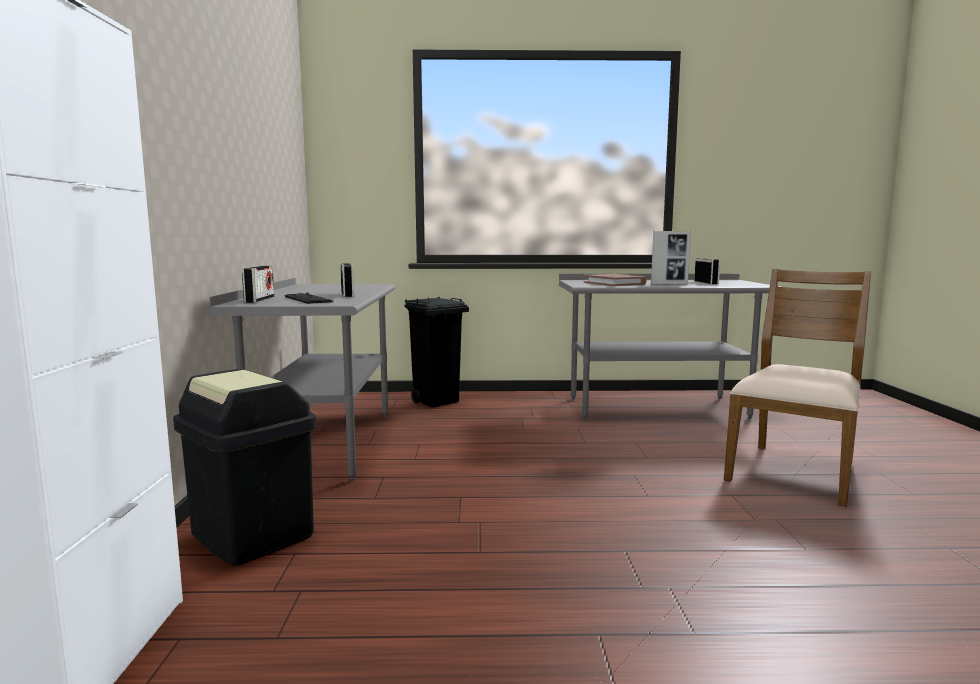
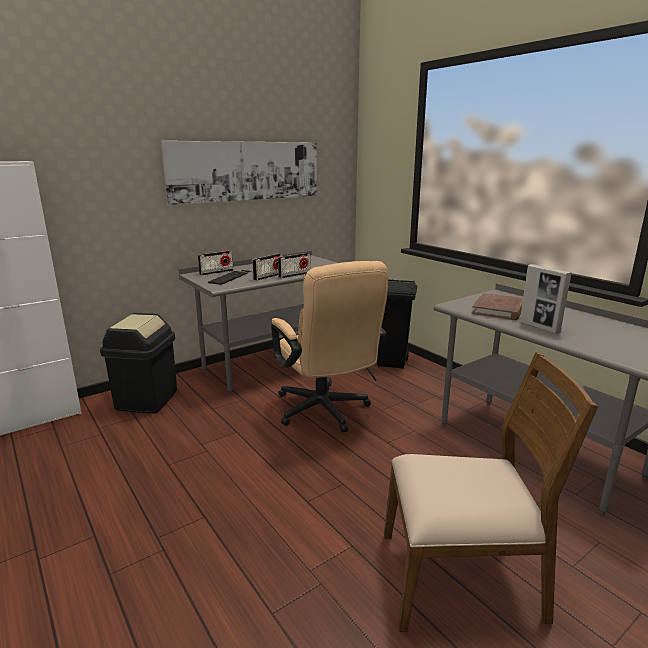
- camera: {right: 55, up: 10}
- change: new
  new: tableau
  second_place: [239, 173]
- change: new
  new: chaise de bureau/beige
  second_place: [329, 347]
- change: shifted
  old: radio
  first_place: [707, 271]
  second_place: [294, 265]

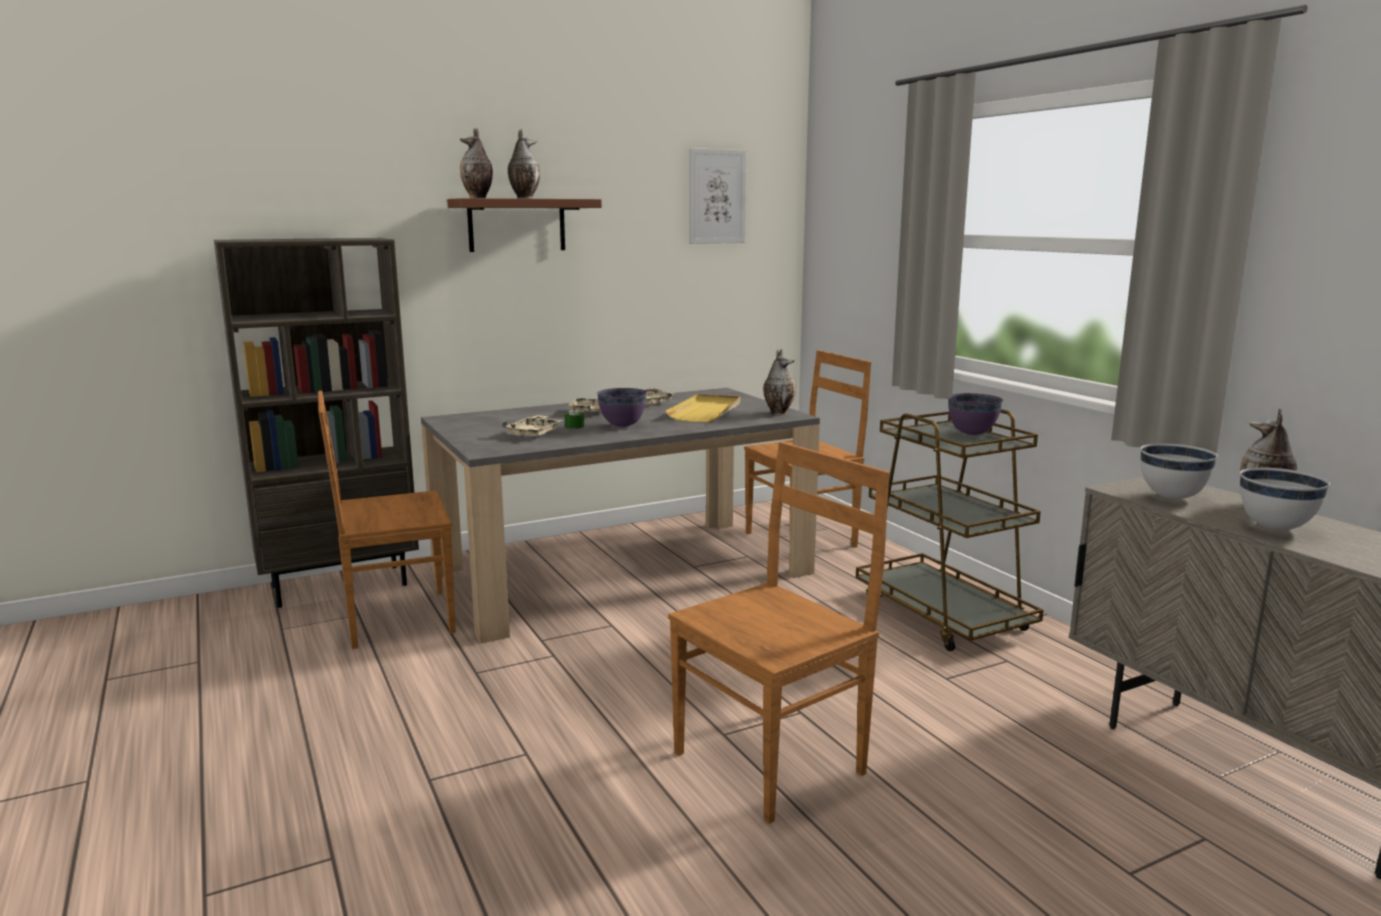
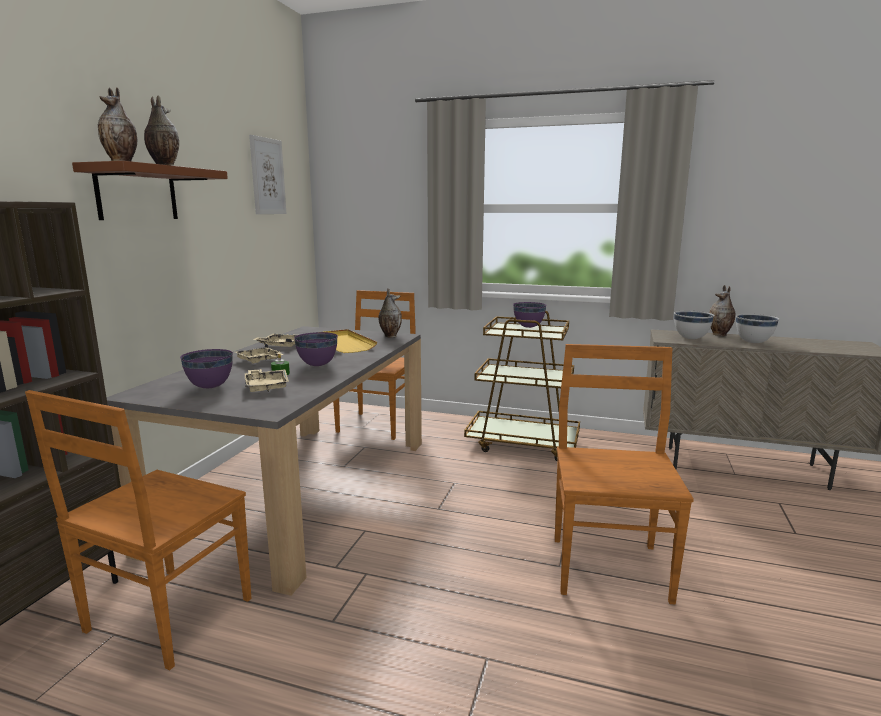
- camera: {right: -45, up: 0}
- change: new
  new: bol/violet
  second_place: [206, 368]

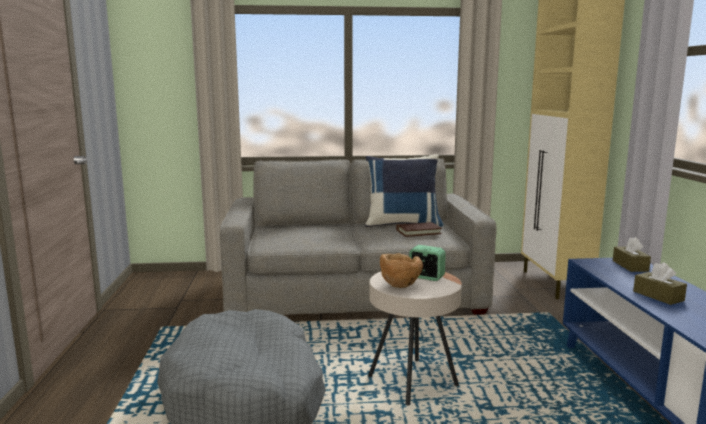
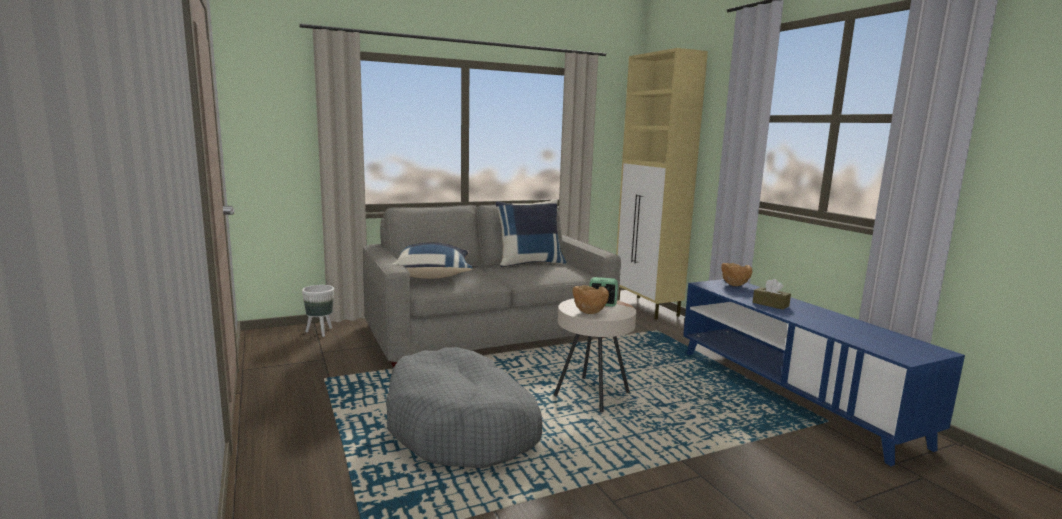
- camera: {right: -20, up: 0}
- change: gone
  old: livre/marron
  first_place: [419, 229]
- change: new
  new: cache-pot/blanc
  second_place: [318, 311]
- change: new
  new: coussin/bleu
  second_place: [432, 261]
- change: swapped
  old: boîte à mouchoirs/marron
  new: bol/marron
  first_place: [632, 254]
  second_place: [736, 274]

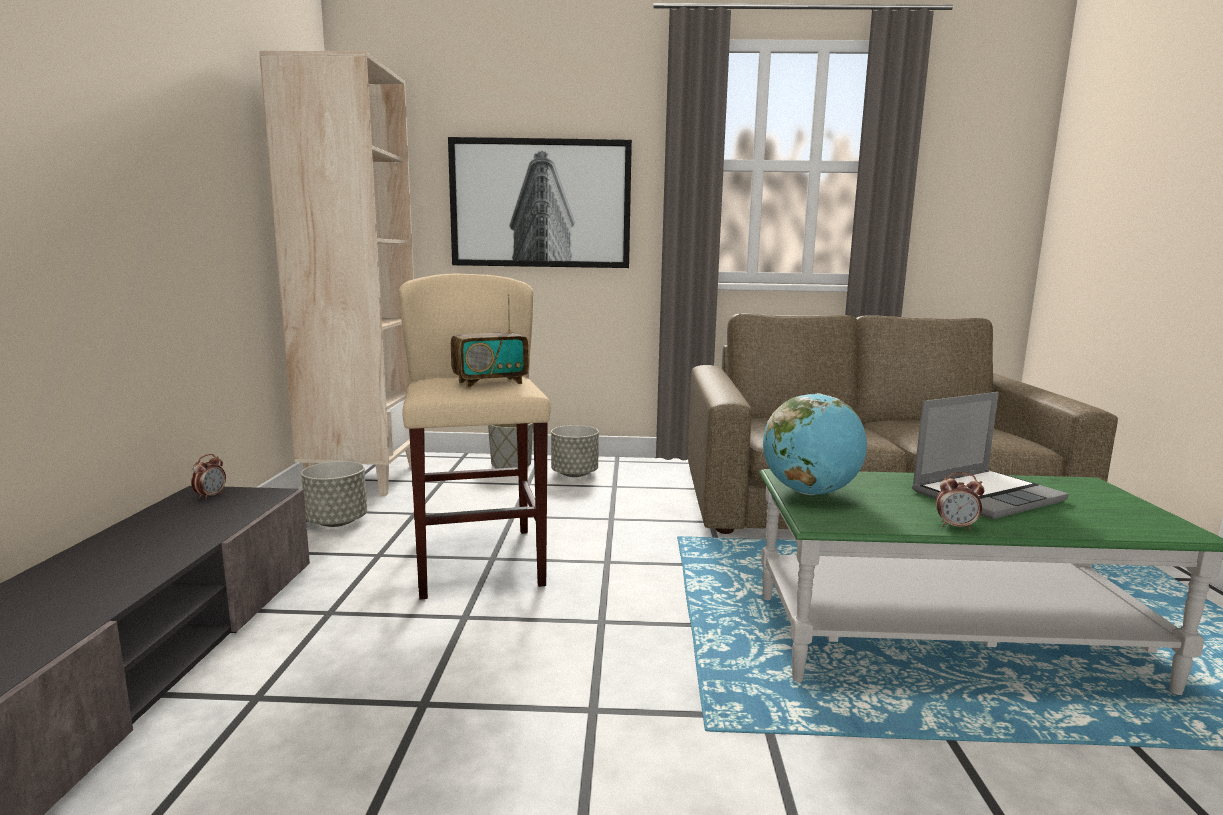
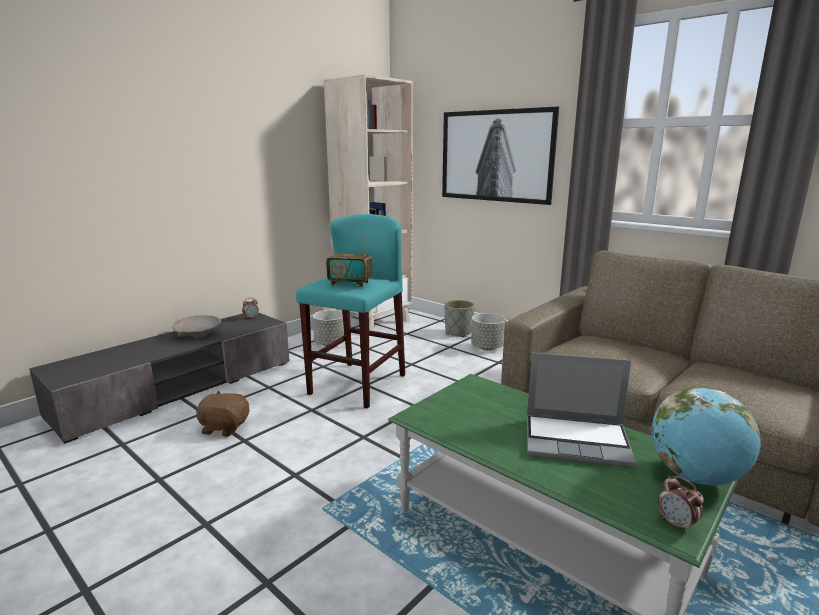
- camera: {right: 40, up: 5}
- change: new
  new: bol/beige
  second_place: [196, 326]
- change: new
  new: peluche/marron
  second_place: [222, 414]
- change: shifted
  old: globe
  first_place: [815, 444]
  second_place: [706, 436]
- change: shifted
  old: réveil
  first_place: [960, 501]
  second_place: [681, 504]
- change: repainted
  old: tabouret/beige
  new: tabouret/turquoise
  first_place: [475, 437]
  second_place: [350, 311]

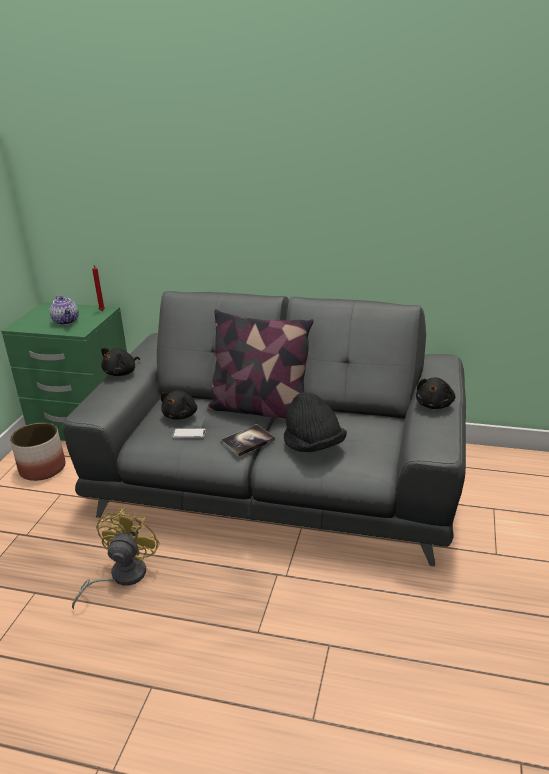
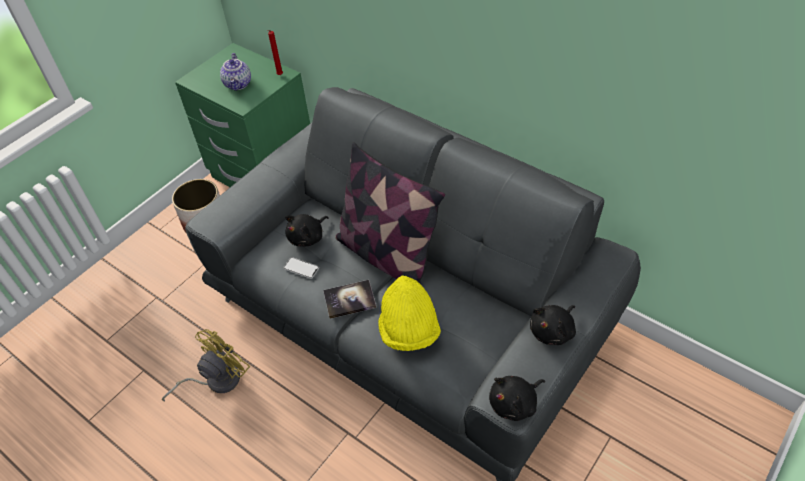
- camera: {right: 25, up: 20}
- change: shifted
  old: peluche/noir
  first_place: [120, 362]
  second_place: [517, 398]
- change: repainted
  old: chapeau/noir
  new: chapeau/jaune
  first_place: [315, 422]
  second_place: [409, 313]

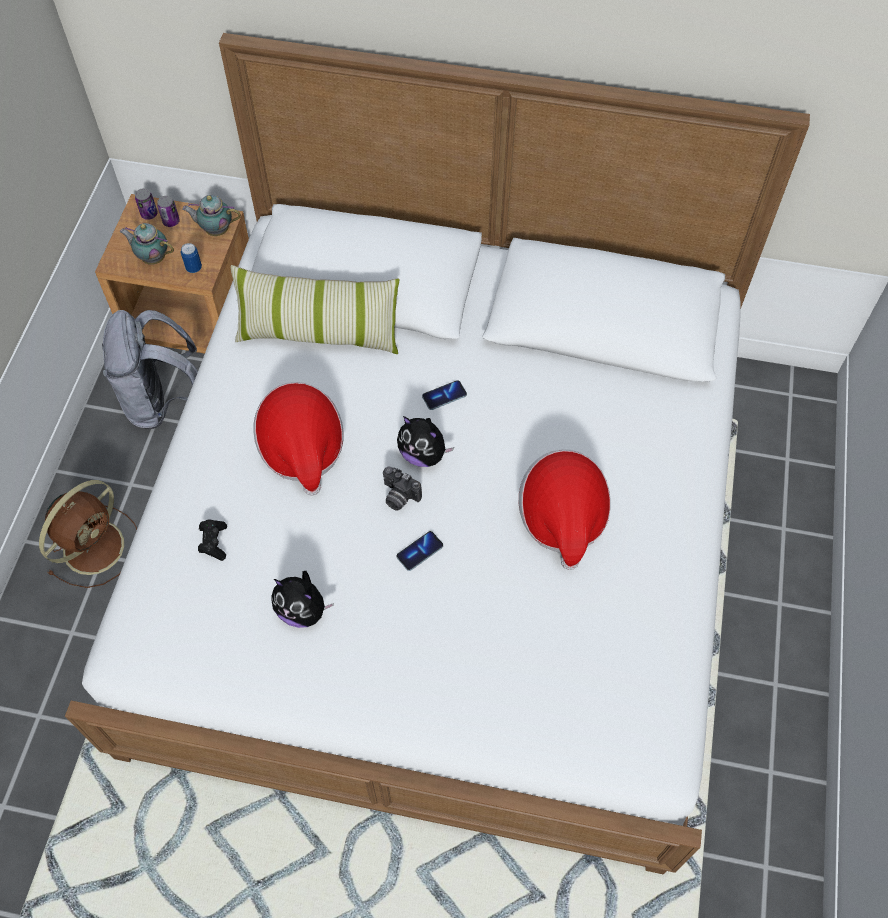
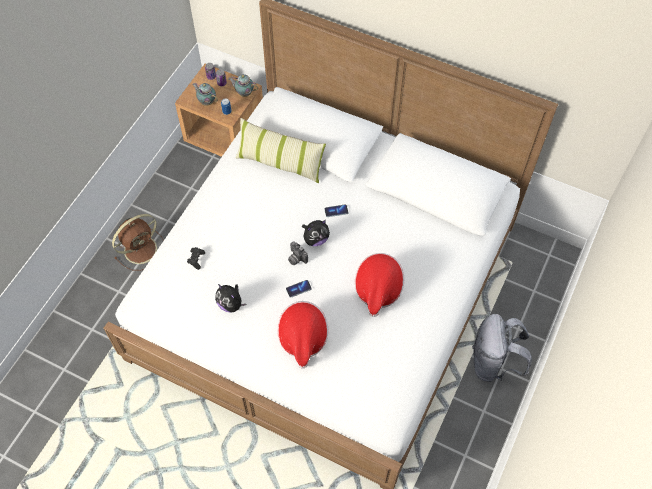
- camera: {right: 15, up: 0}
- change: shifted
  old: sac à dos/gris
  first_place: [150, 369]
  second_place: [502, 348]
- change: shifted
  old: chapeau
  first_place: [298, 439]
  second_place: [302, 334]
- change: rotated
  old: peluche
  first_place: [425, 441]
  second_place: [316, 233]
  degrees: -75

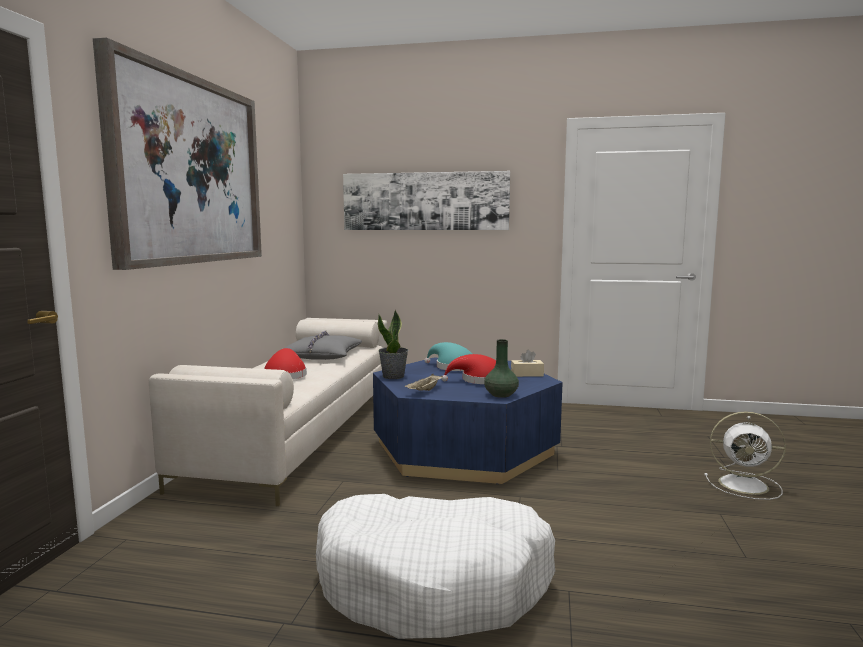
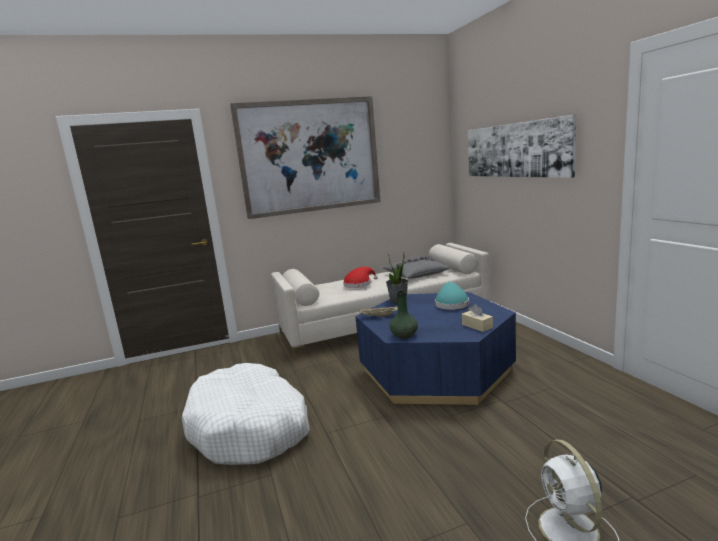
- camera: {right: 60, up: 5}
- change: gone
  old: chapeau/rouge
  first_place: [468, 369]

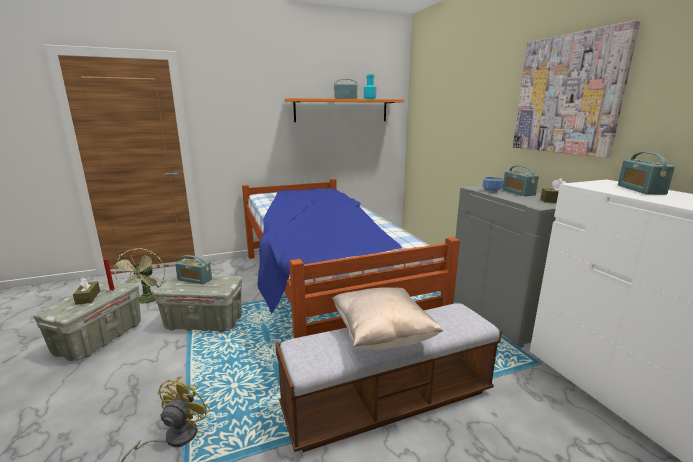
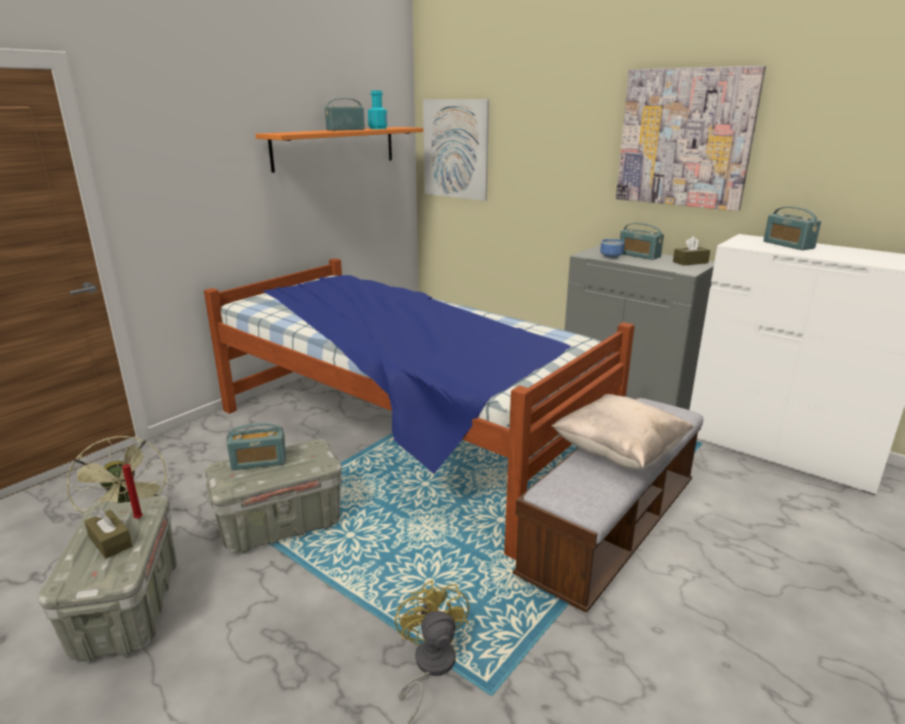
- camera: {right: -30, up: 5}
- change: new
  new: tableau
  second_place: [456, 150]

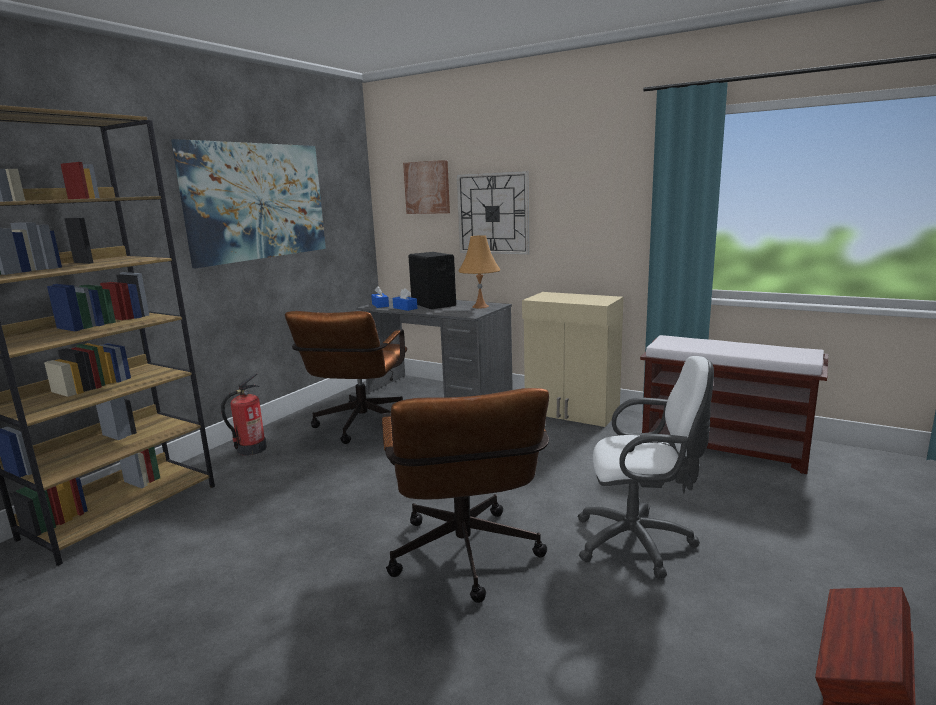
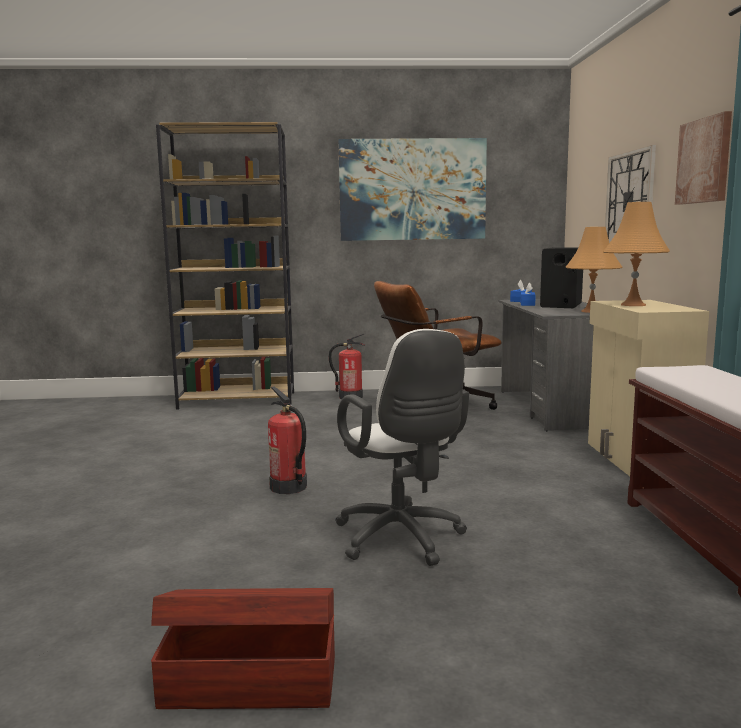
- camera: {right: 55, up: -5}
- change: new
  new: lampe de table/orange
  second_place: [636, 254]
- change: shifted
  old: tableau
  first_place: [426, 187]
  second_place: [703, 158]
- change: swapped
  old: chaise de bureau/marron
  new: extincteur
  first_place: [465, 495]
  second_place: [287, 440]

